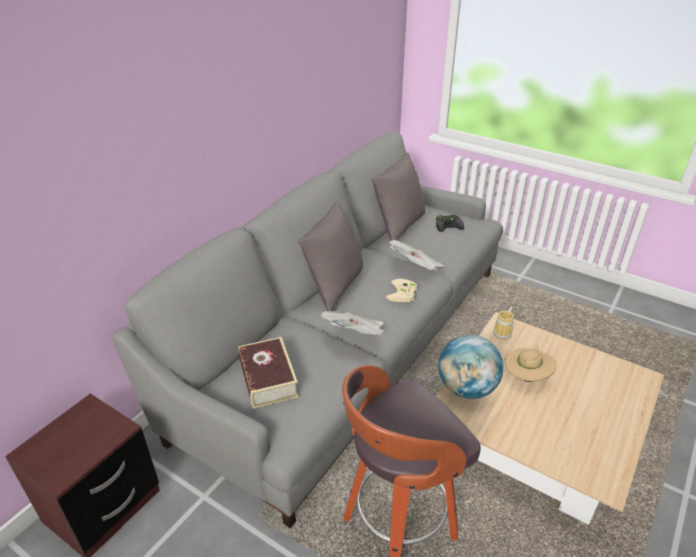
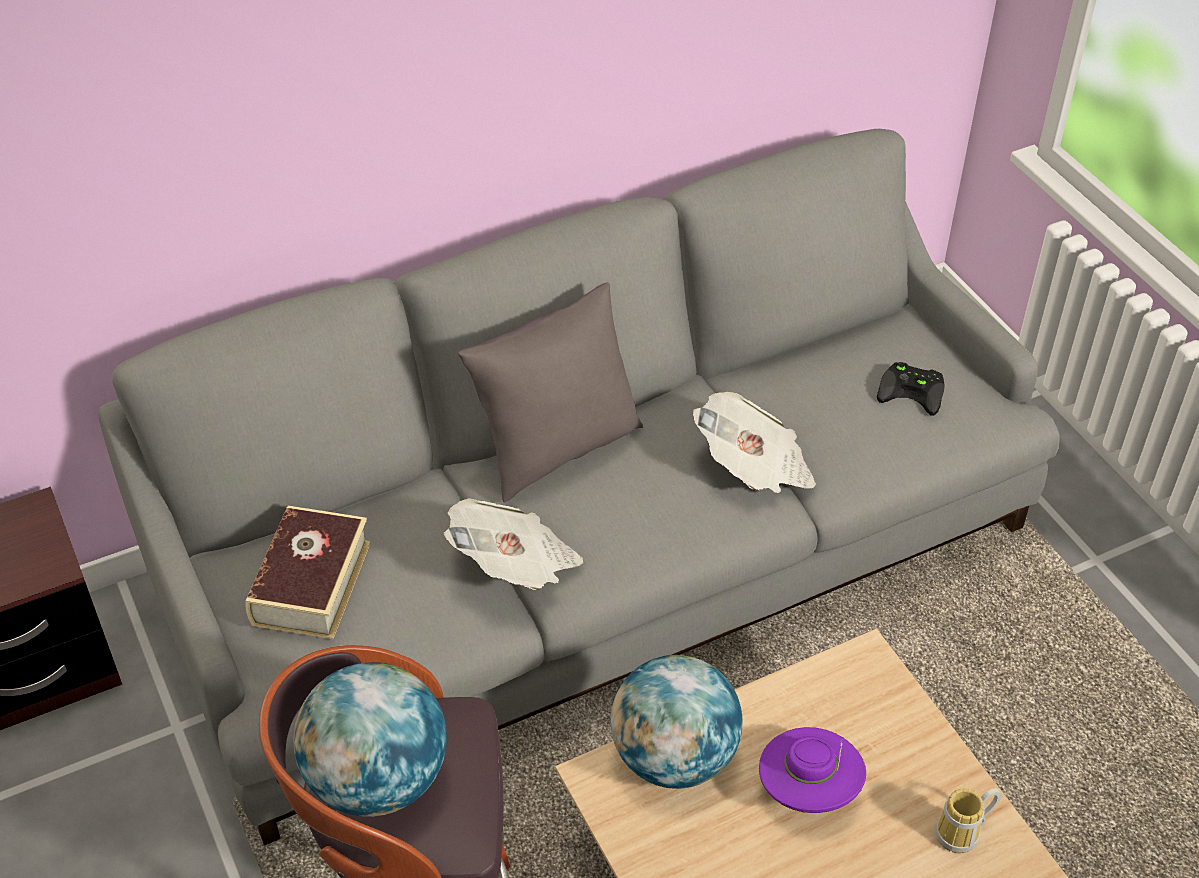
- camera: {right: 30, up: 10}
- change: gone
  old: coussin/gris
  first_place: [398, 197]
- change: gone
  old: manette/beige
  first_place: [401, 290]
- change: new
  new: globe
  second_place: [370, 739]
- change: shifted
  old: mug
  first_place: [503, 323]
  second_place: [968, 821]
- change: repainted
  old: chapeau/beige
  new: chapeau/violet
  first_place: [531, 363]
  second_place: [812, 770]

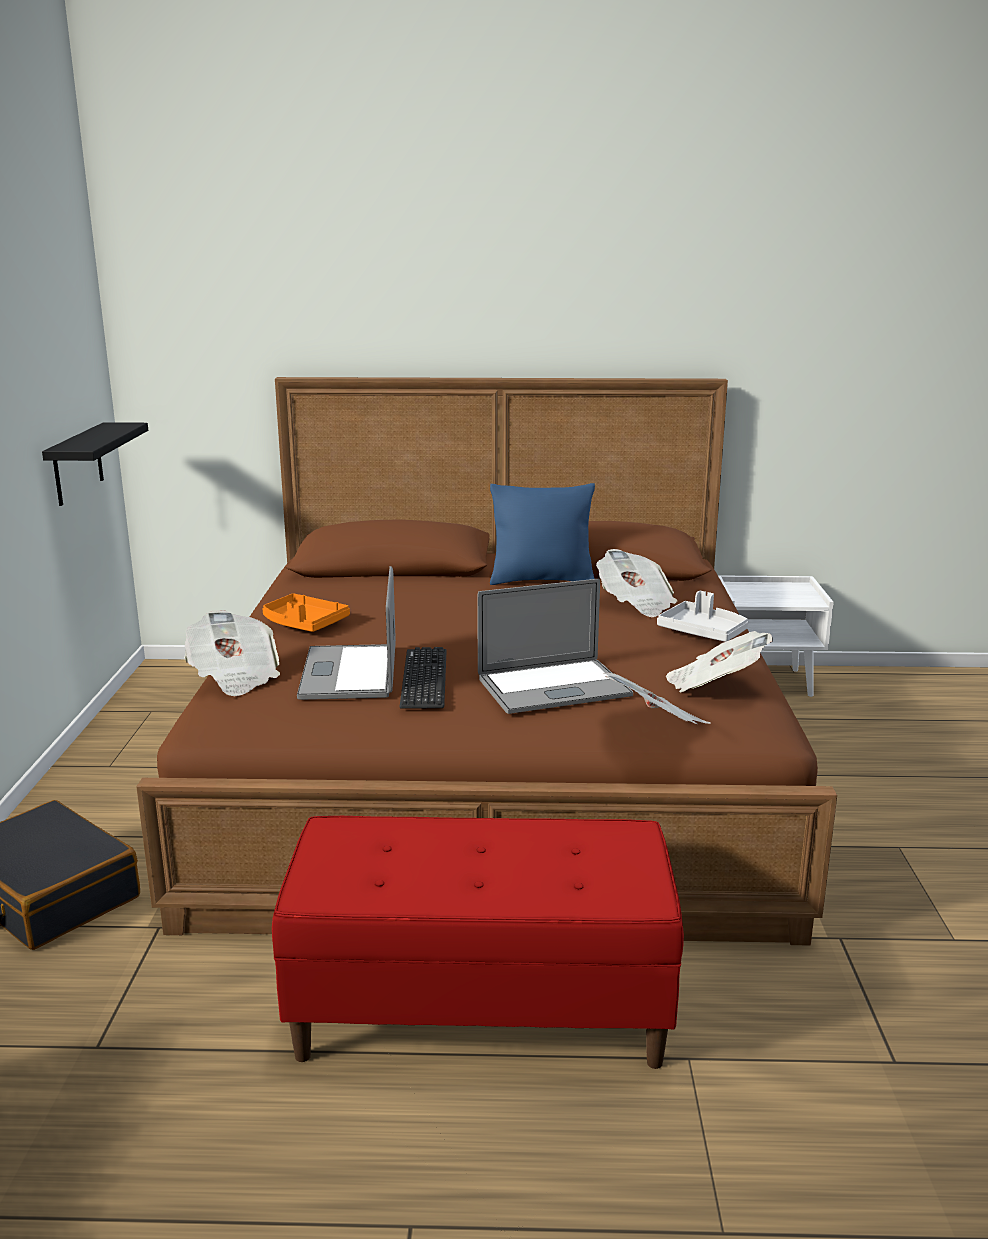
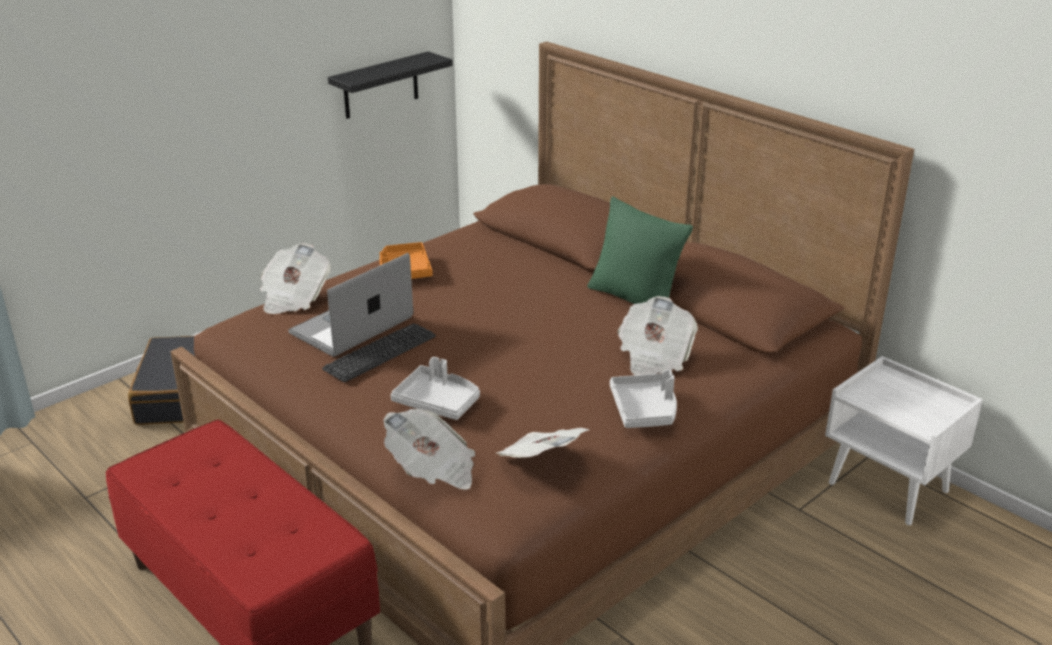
- camera: {right: 45, up: 10}
- change: swapped
  old: ordinateur portable
  new: plateau/gris
  first_place: [555, 646]
  second_place: [435, 388]
- change: repainted
  old: coussin/bleu
  new: coussin/vert
  first_place: [542, 534]
  second_place: [640, 250]

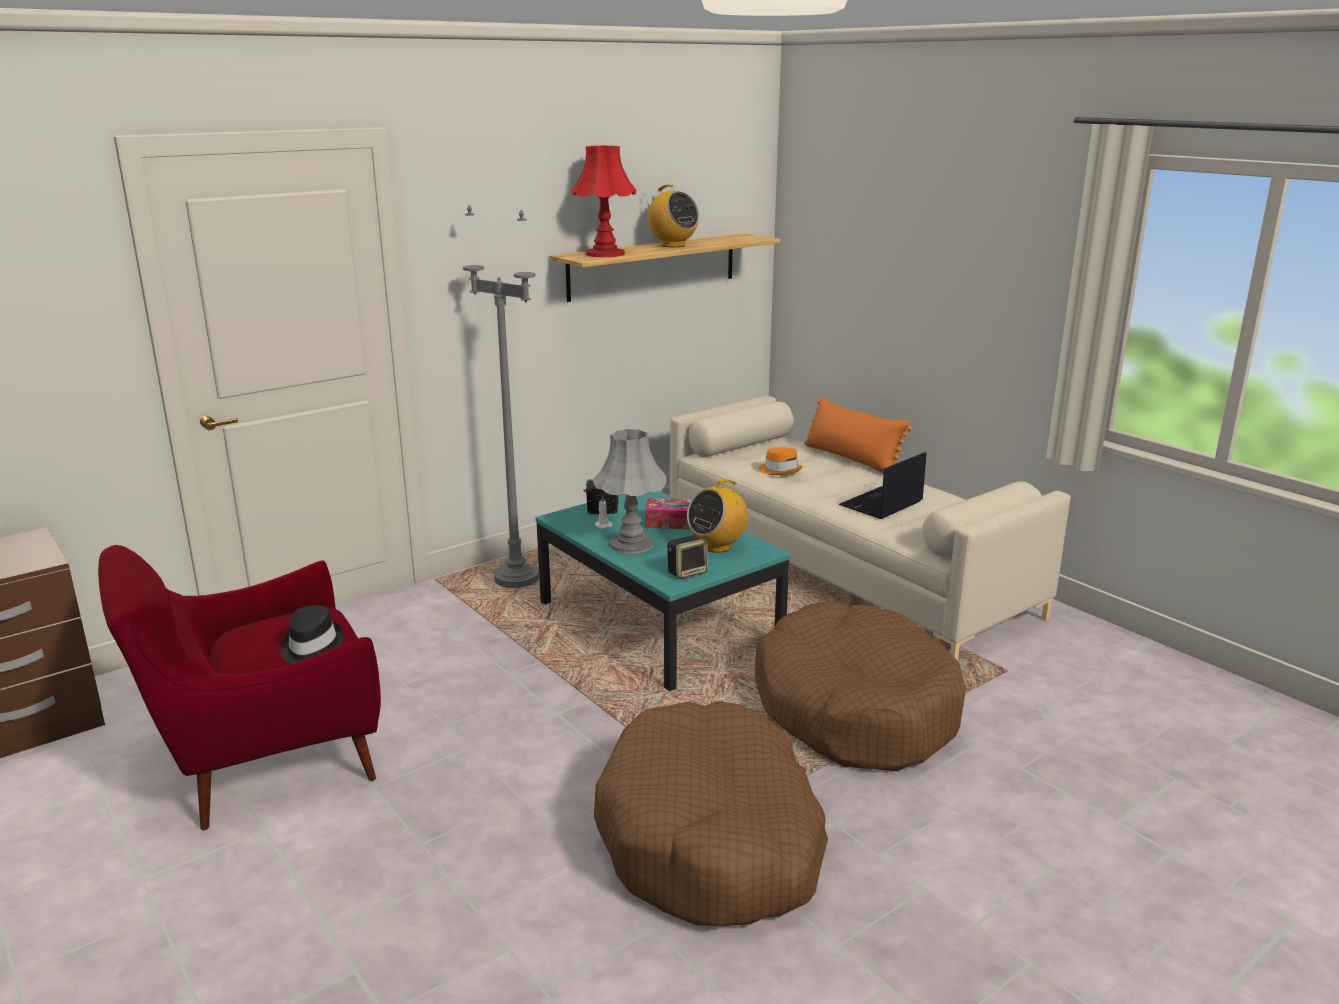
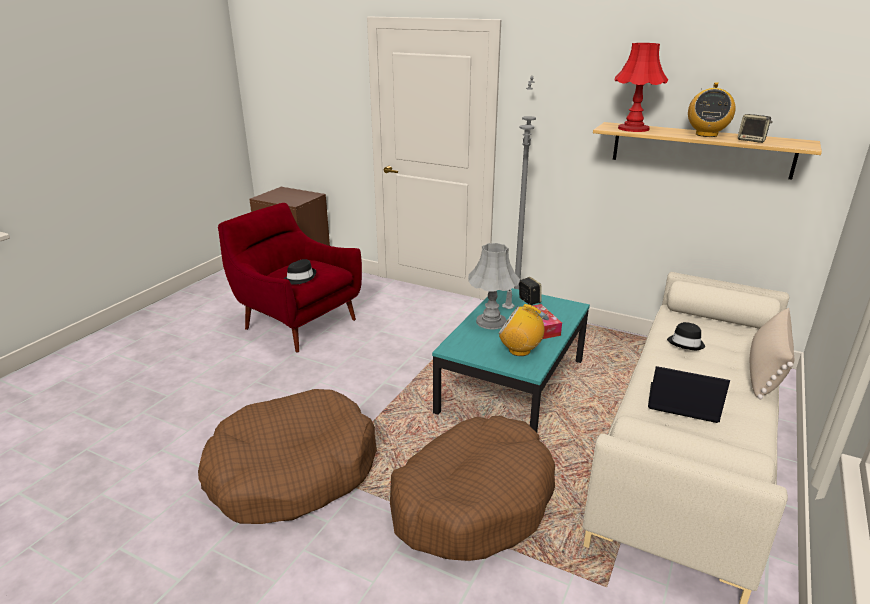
- camera: {right: 65, up: 5}
- change: shifted
  old: enceinte
  first_place: [687, 557]
  second_place: [755, 128]
- change: repainted
  old: chapeau/orange
  new: chapeau/noir
  first_place: [781, 461]
  second_place: [686, 336]
- change: repainted
  old: coussin/orange
  new: coussin/beige
  first_place: [858, 435]
  second_place: [772, 353]

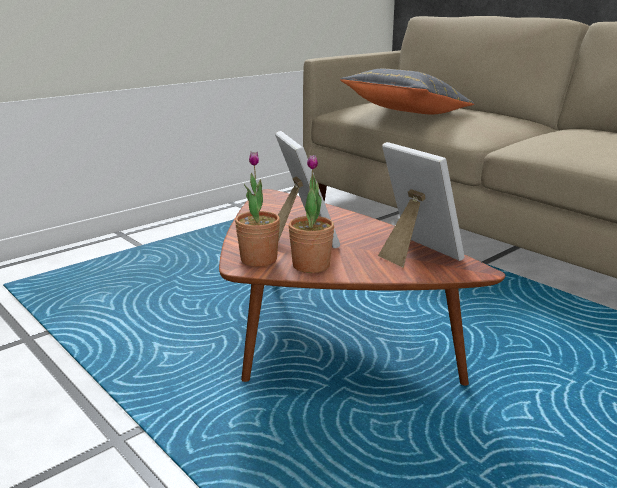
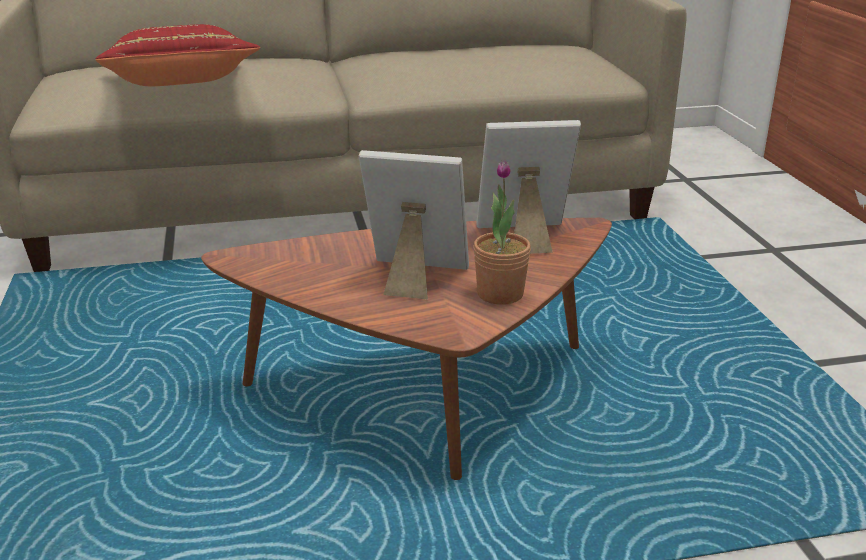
- camera: {right: -60, up: 5}
- change: gone
  old: plante en pot
  first_place: [257, 209]
- change: repainted
  old: coussin/gris
  new: coussin/rouge
  first_place: [407, 91]
  second_place: [177, 55]

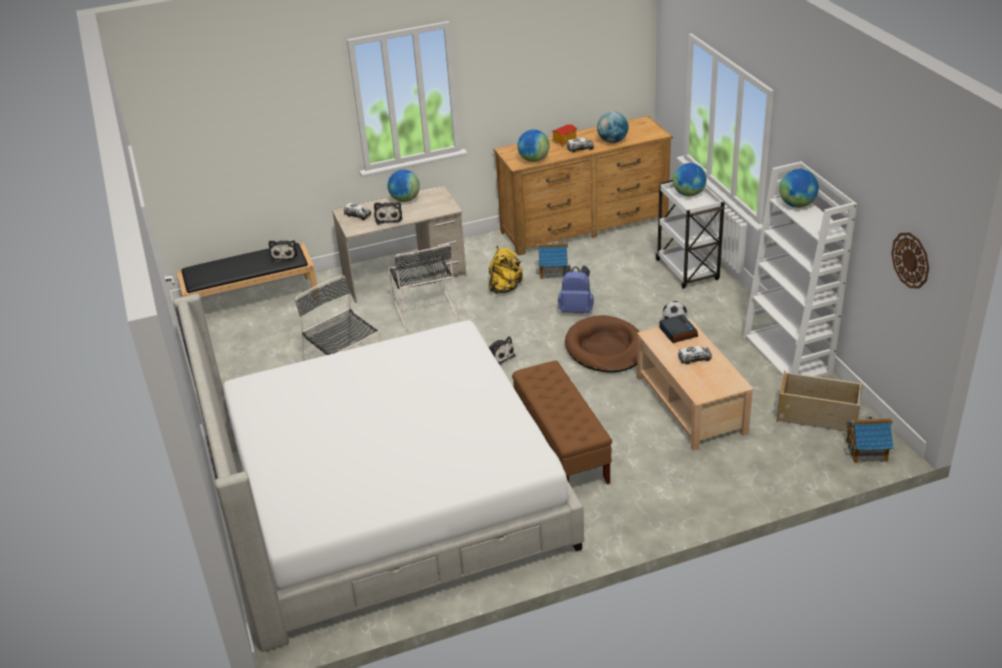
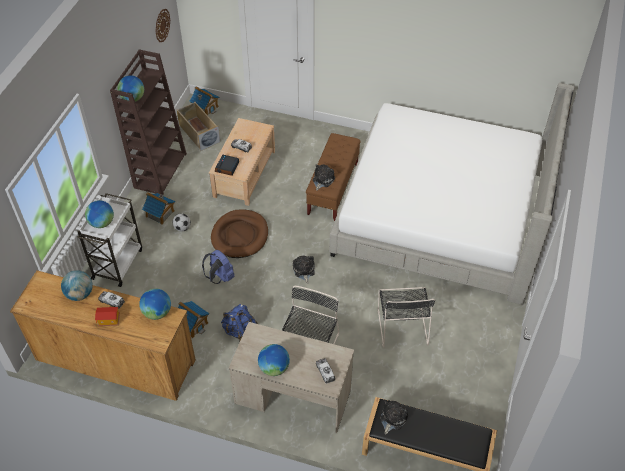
- camera: {right: -145, up: 15}
- change: new
  new: maison miniature
  second_place: [158, 209]
- change: shifted
  old: peluche
  first_place: [388, 213]
  second_place: [324, 178]
- change: repainted
  old: sac à dos/jaune
  new: sac à dos/bleu
  first_place: [506, 270]
  second_place: [239, 322]
- change: repainted
  old: bibliothèque/blanc
  new: bibliothèque/marron
  first_place: [800, 269]
  second_place: [148, 122]

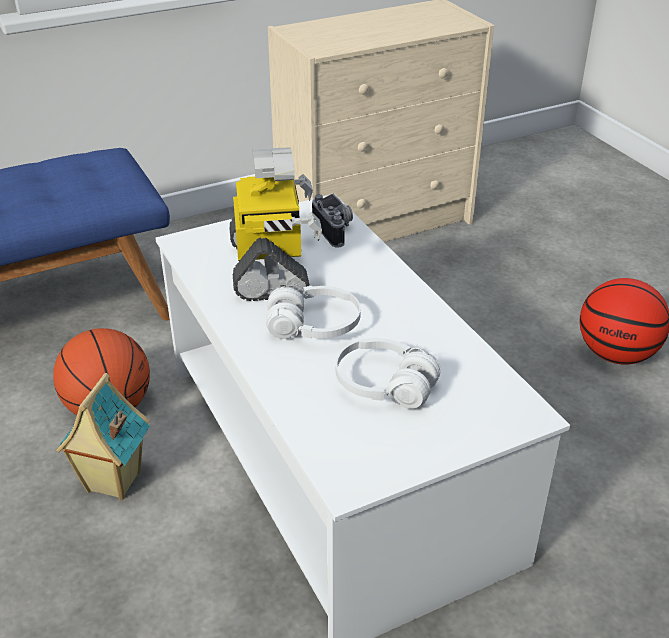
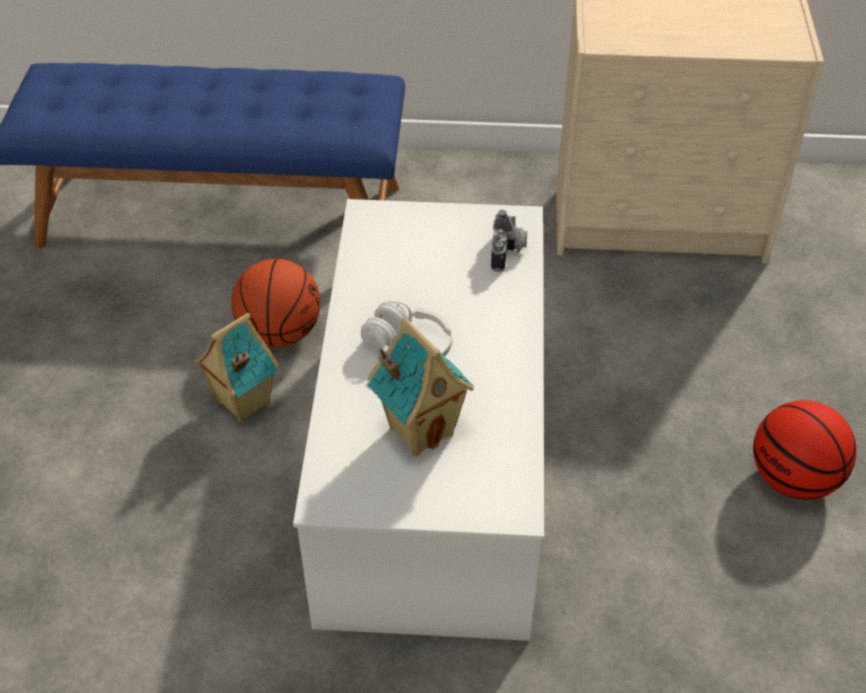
- camera: {right: 30, up: 10}
- change: gone
  old: robot jouet
  first_place: [276, 224]
- change: swapped
  old: casque audio/blanc
  new: maison miniature
  first_place: [388, 373]
  second_place: [420, 387]

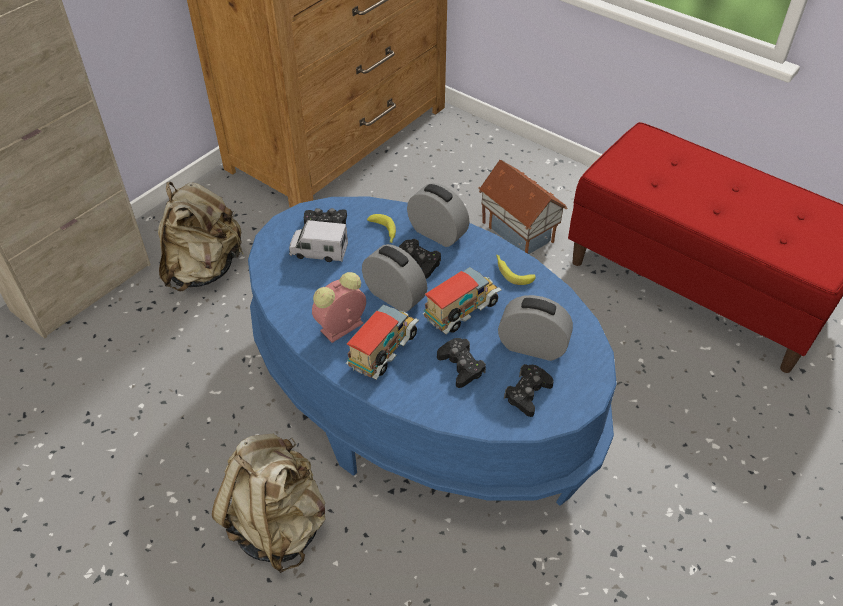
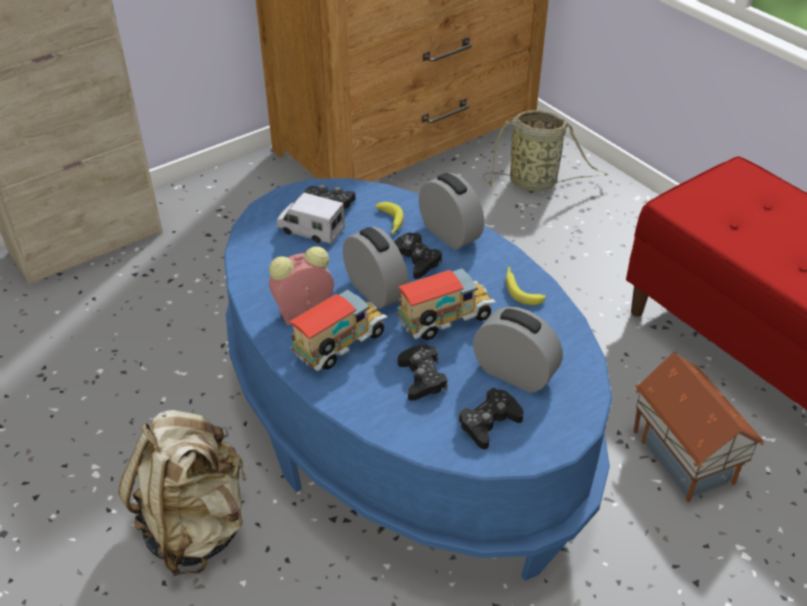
- camera: {right: 15, up: -5}
- change: gone
  old: sac à dos/beige
  first_place: [201, 236]
- change: new
  new: panier
  second_place: [545, 150]
- change: shifted
  old: maison miniature
  first_place: [523, 207]
  second_place: [698, 427]

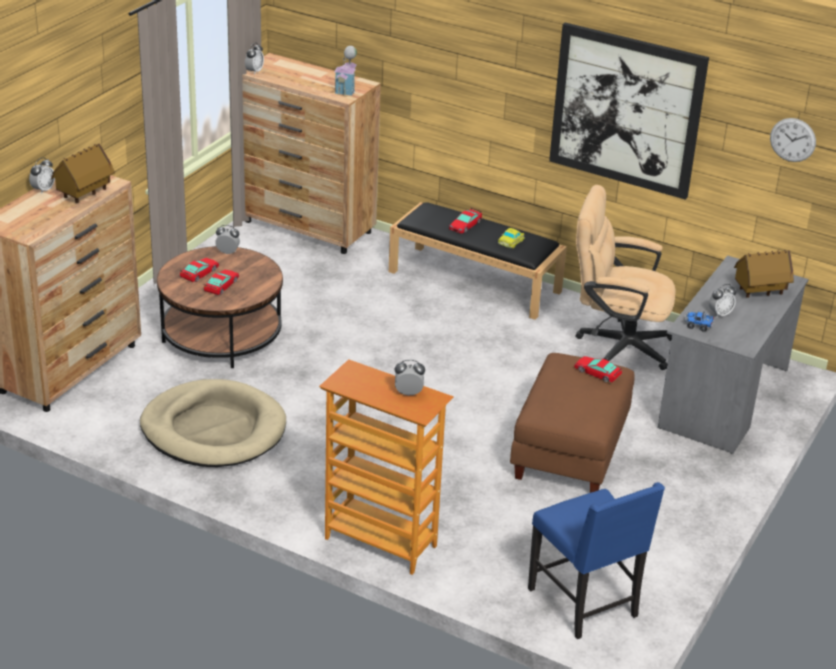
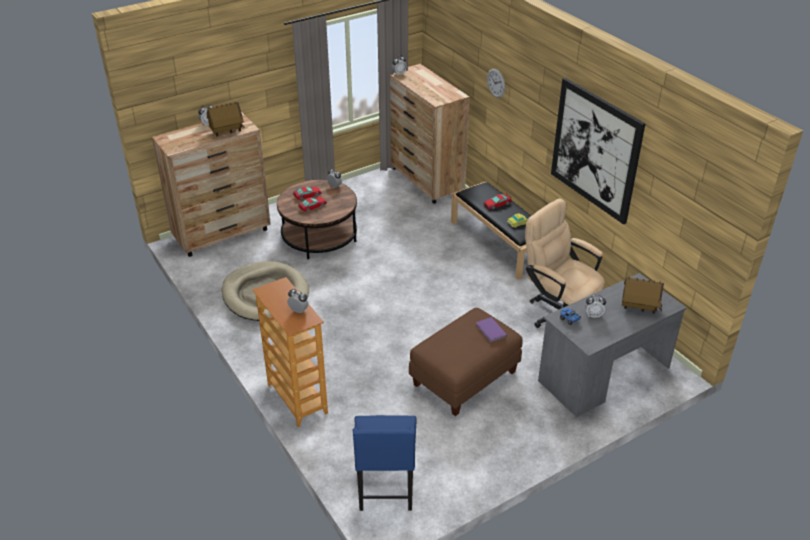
- camera: {right: 30, up: 5}
- change: gone
  old: maison miniature
  first_place: [346, 71]
- change: shifted
  old: horloge murale
  first_place: [793, 140]
  second_place: [496, 83]
- change: swapped
  old: petite voiture
  new: livre/violet
  first_place: [598, 369]
  second_place: [491, 330]

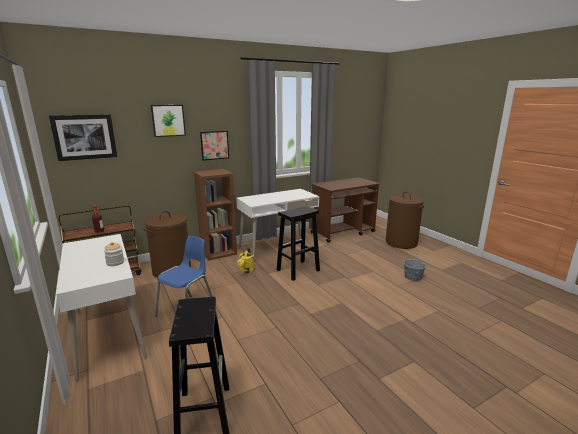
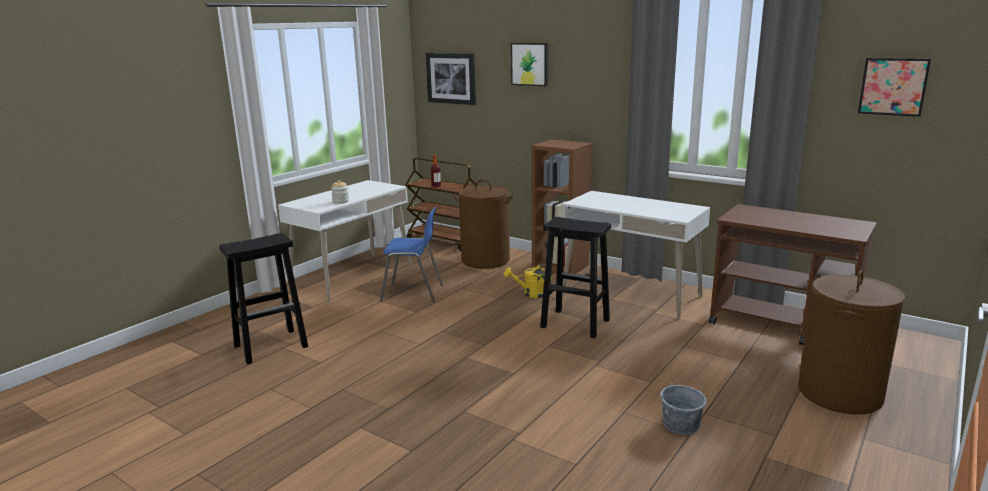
- camera: {right: 65, up: 0}
- change: shifted
  old: tableau
  first_place: [214, 146]
  second_place: [894, 87]

